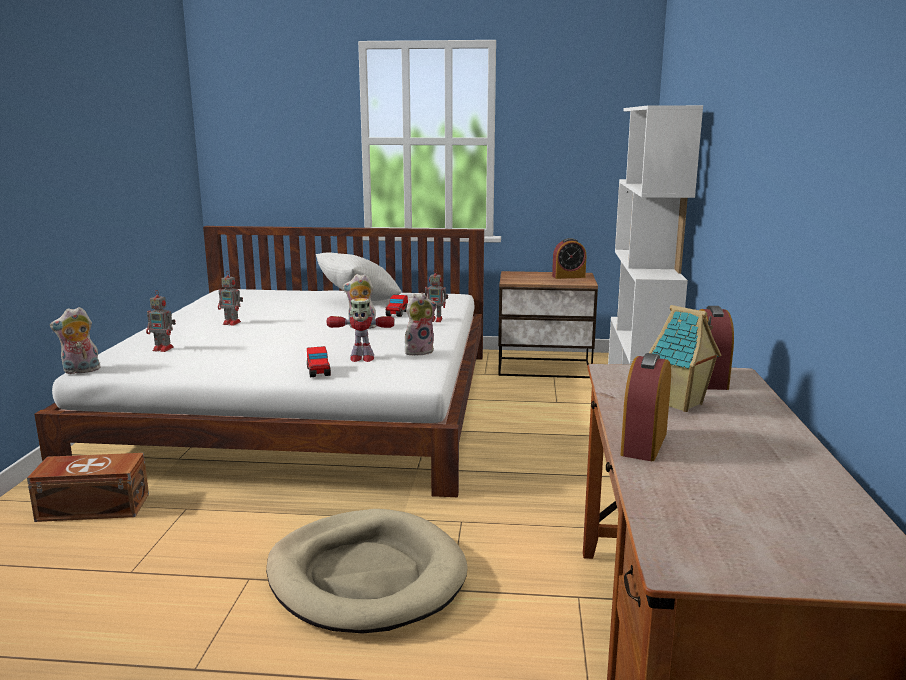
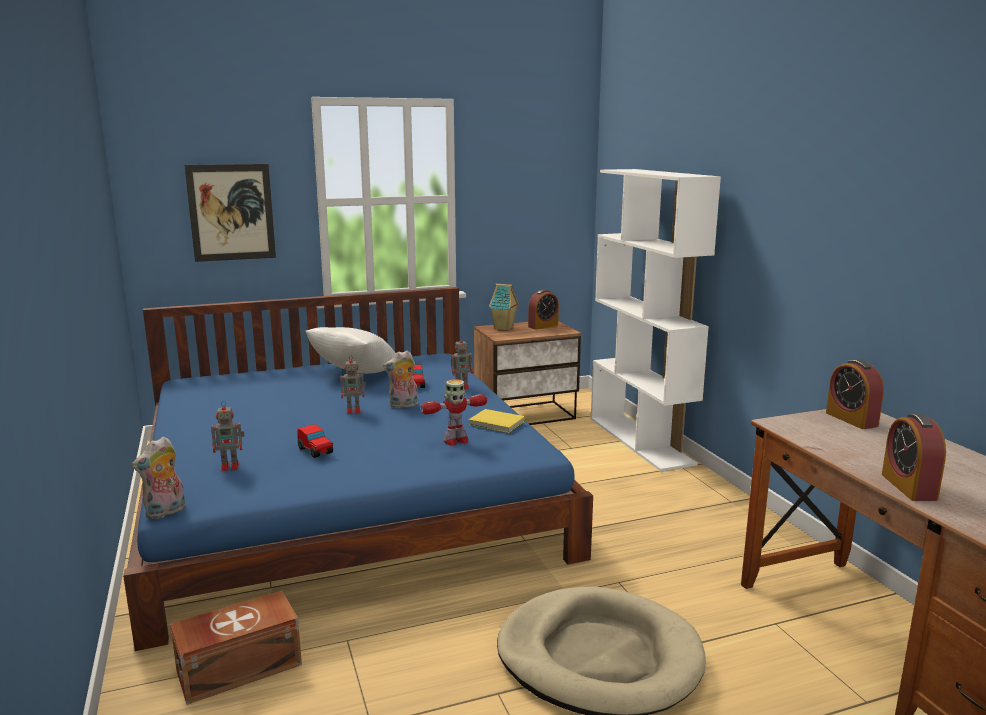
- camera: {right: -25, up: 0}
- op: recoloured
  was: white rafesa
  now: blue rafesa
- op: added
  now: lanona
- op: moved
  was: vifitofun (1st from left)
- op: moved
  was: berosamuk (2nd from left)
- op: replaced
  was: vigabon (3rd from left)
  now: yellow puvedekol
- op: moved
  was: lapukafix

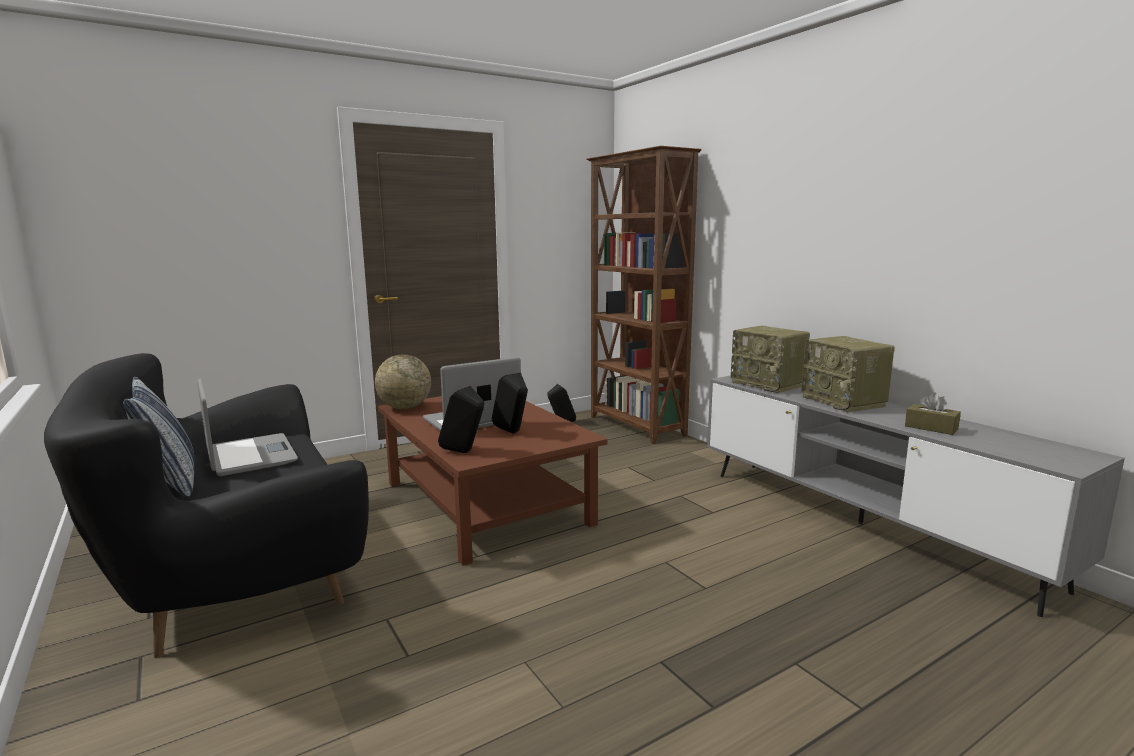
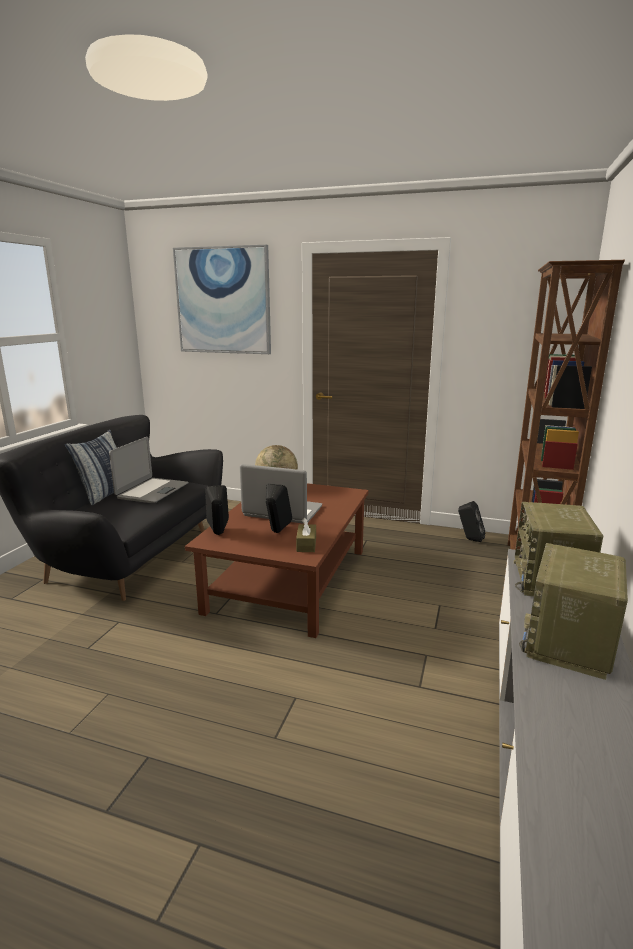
- camera: {right: 50, up: 5}
- op: added
  now: lanona
- op: moved
  was: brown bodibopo

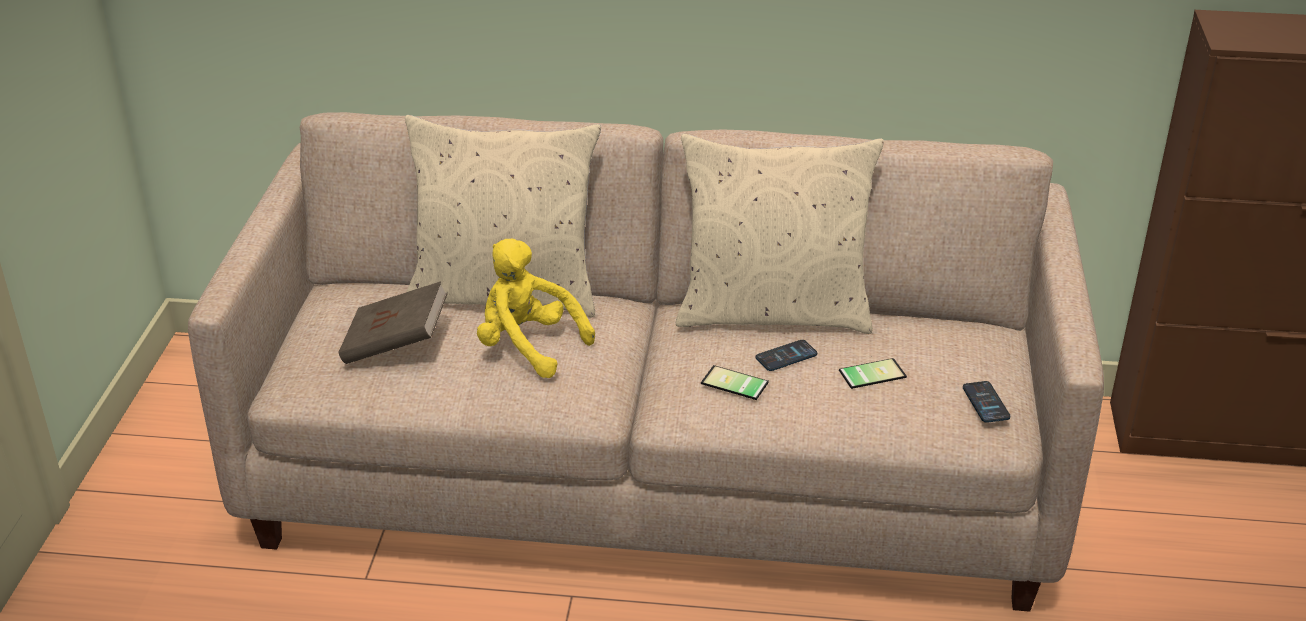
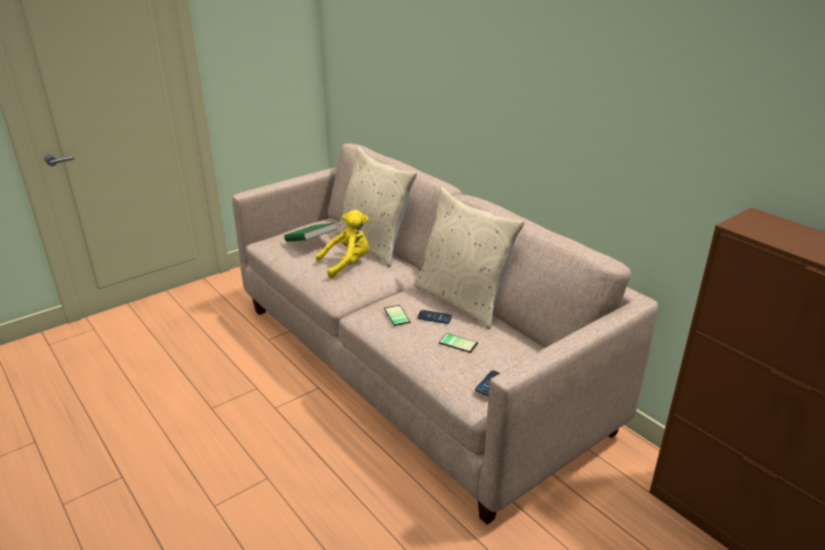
- camera: {right: 45, up: -5}
- op: recoloured
  was: brown puvedekol
  now: green puvedekol
- op: turned
  was: yellow vigabon
  clockwise: 75

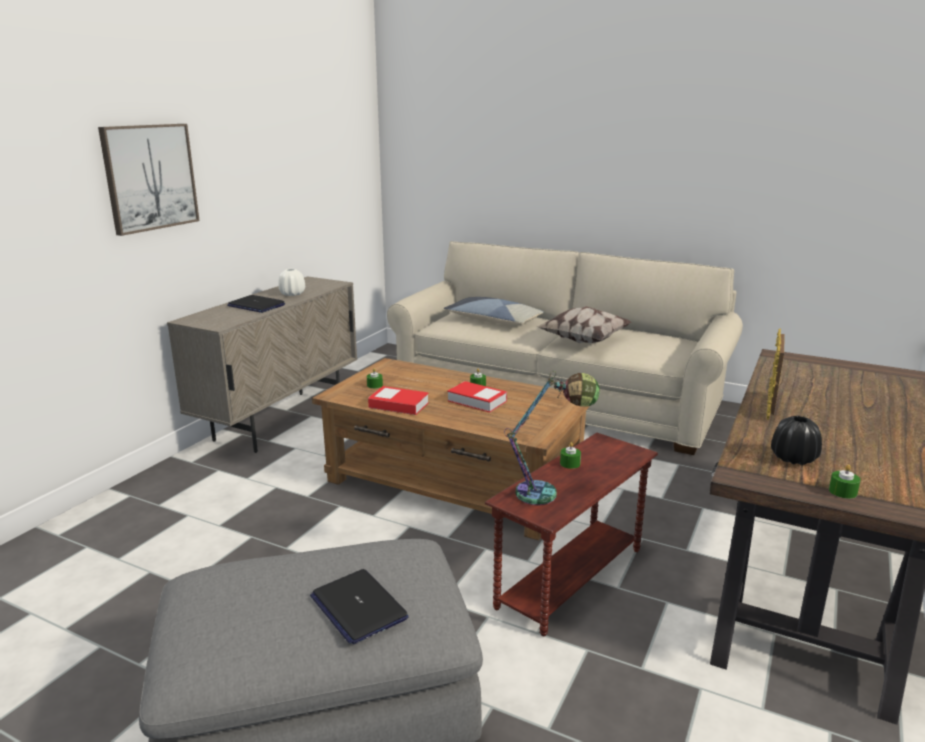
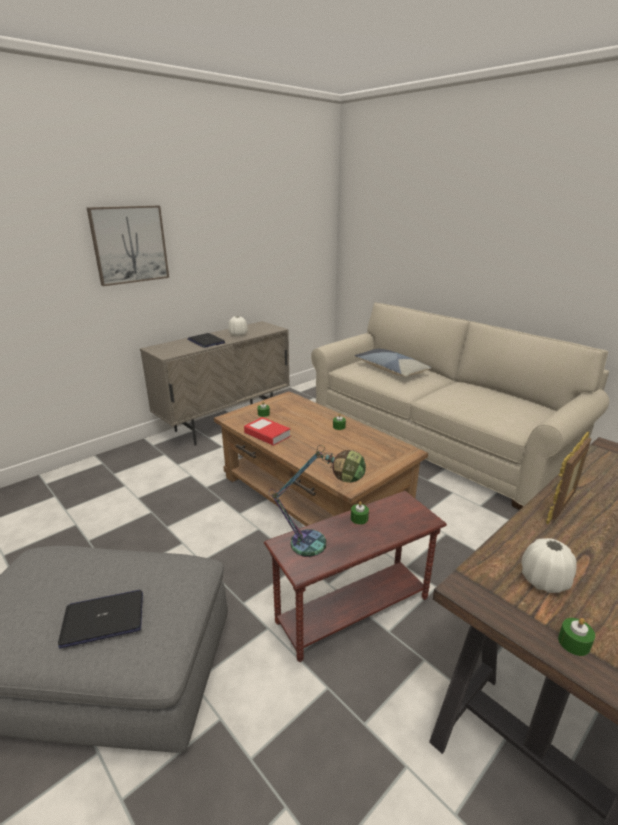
- camera: {right: 20, up: 5}
- op: turned
  was: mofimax (2nd from left in the first image)
  clockwise: 90
- op: recoloured
  was: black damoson
  now: white damoson (2nd from left)
- op: removed
  was: puvedekol (2nd from left)
- op: removed
  was: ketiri (2nd from left)

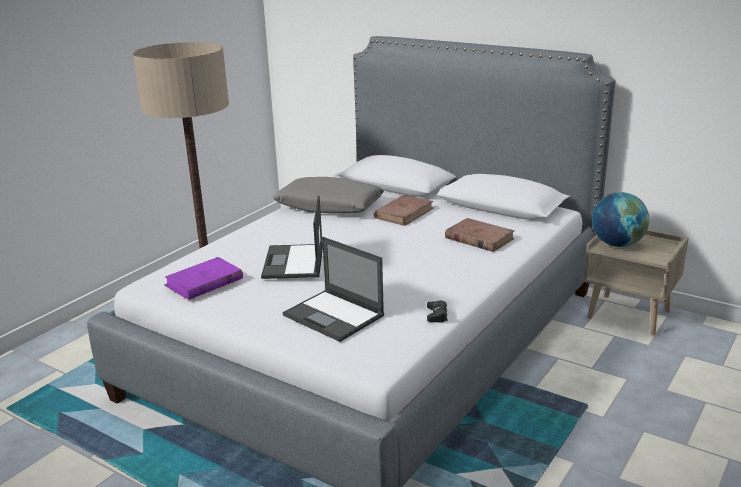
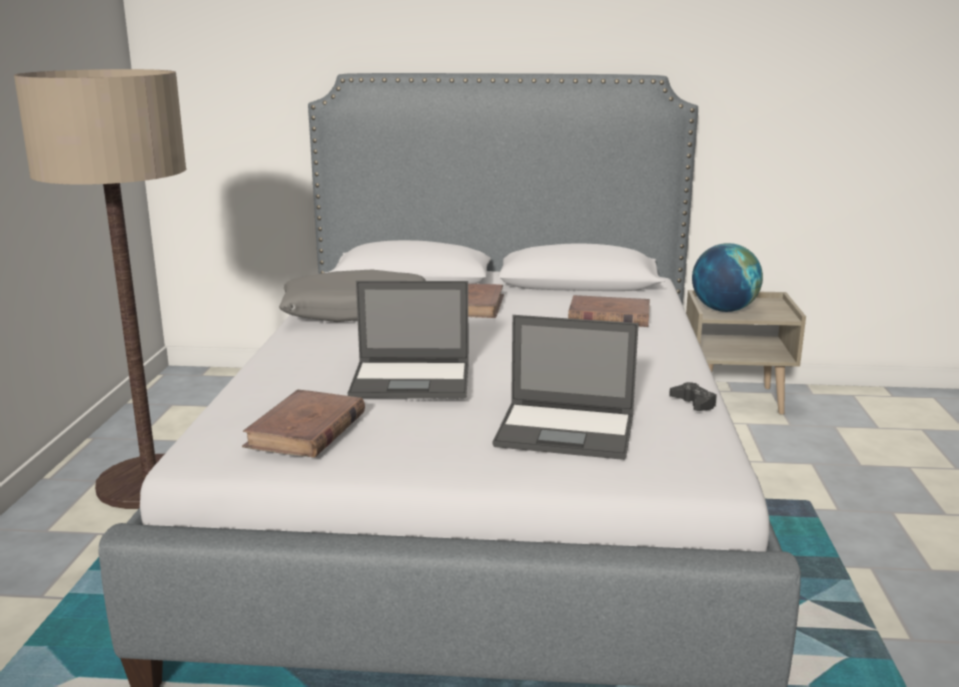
- camera: {right: -30, up: -5}
- op: recoloured
  was: purple puvedekol
  now: brown puvedekol (1st from left)
- op: turned
  was: mofimax (1st from left)
  clockwise: -60

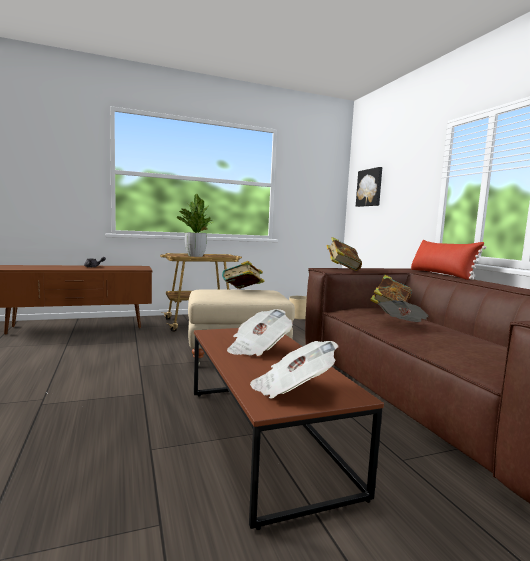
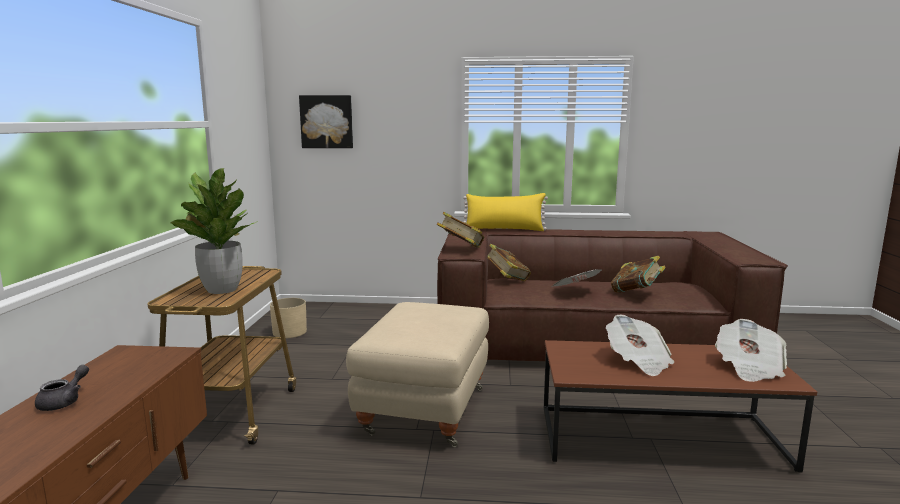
- camera: {right: -65, up: 5}
- op: recoloured
  was: red ketiri
  now: yellow ketiri
- op: moved
  was: puvedekol (1st from left in the first image)
  now: puvedekol (3rd from left)

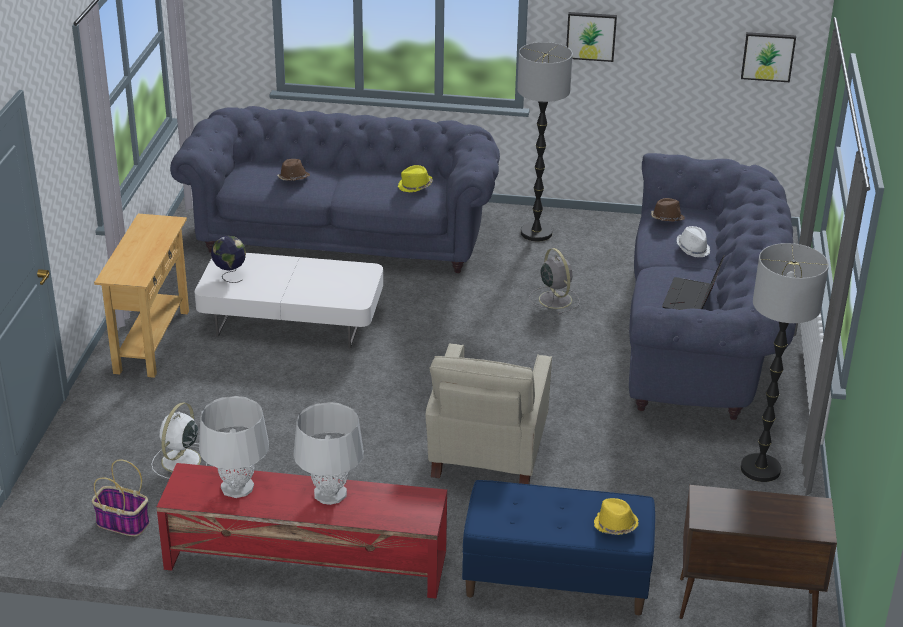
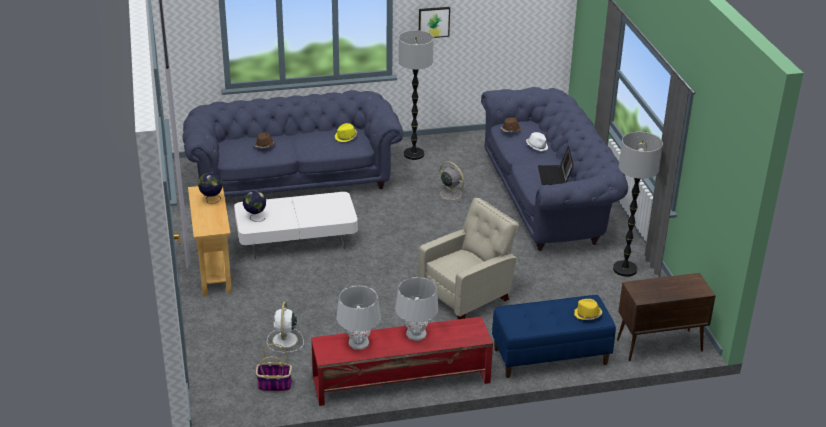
- camera: {right: -20, up: 0}
- op: added
  now: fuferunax (1st from left)
- op: turned
  was: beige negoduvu
  clockwise: -120
- op: removed
  was: lanona (2nd from left)

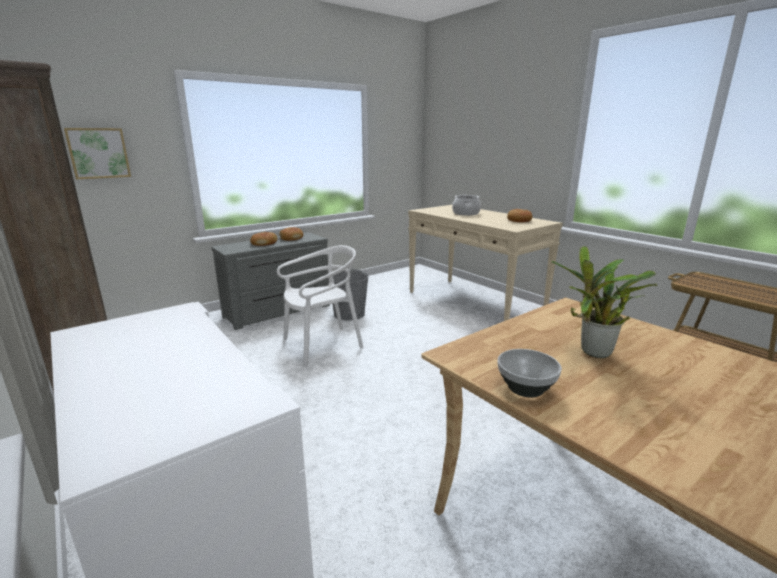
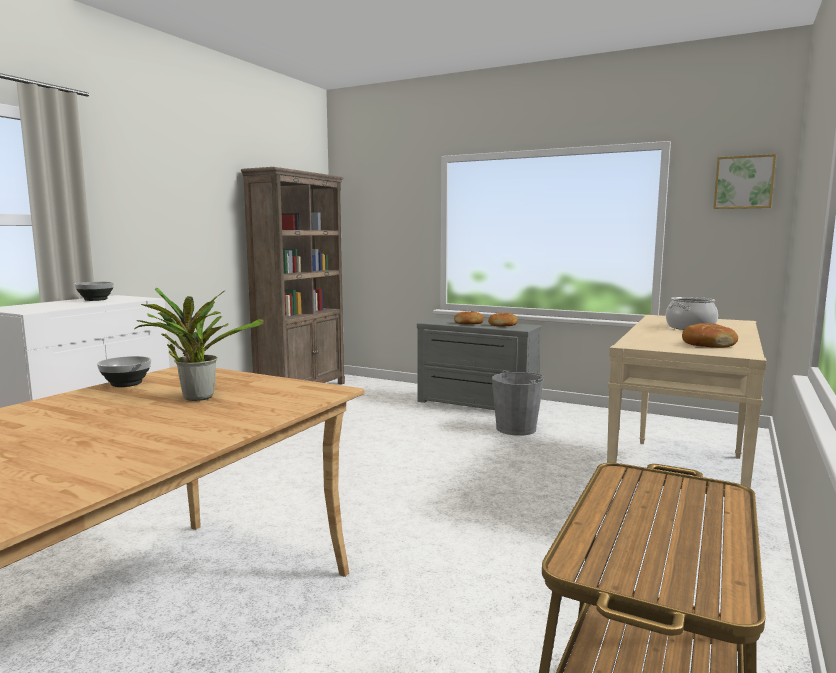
- camera: {right: 65, up: -10}
- op: added
  now: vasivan (1st from left)
- op: moved
  was: lanona
- op: removed
  was: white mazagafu

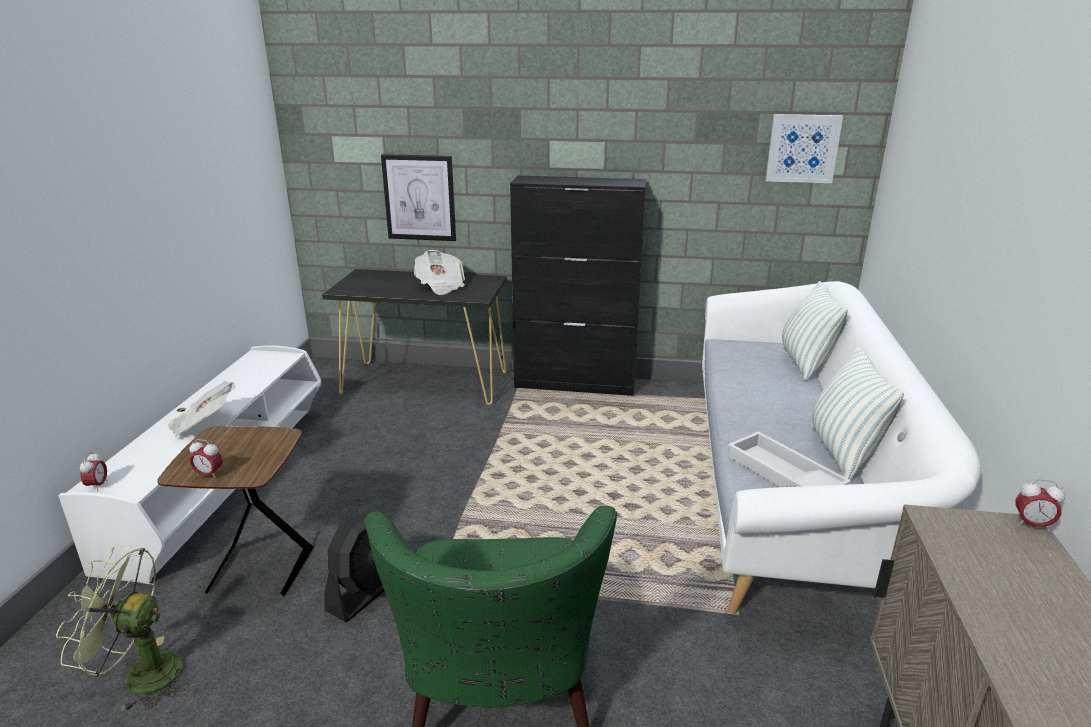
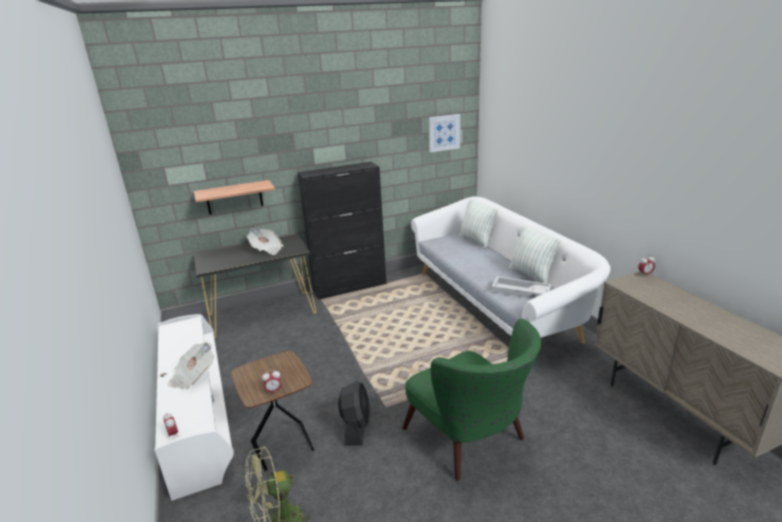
- camera: {right: -30, up: 0}
- op: replaced
  was: lanona (1st from left)
  now: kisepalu

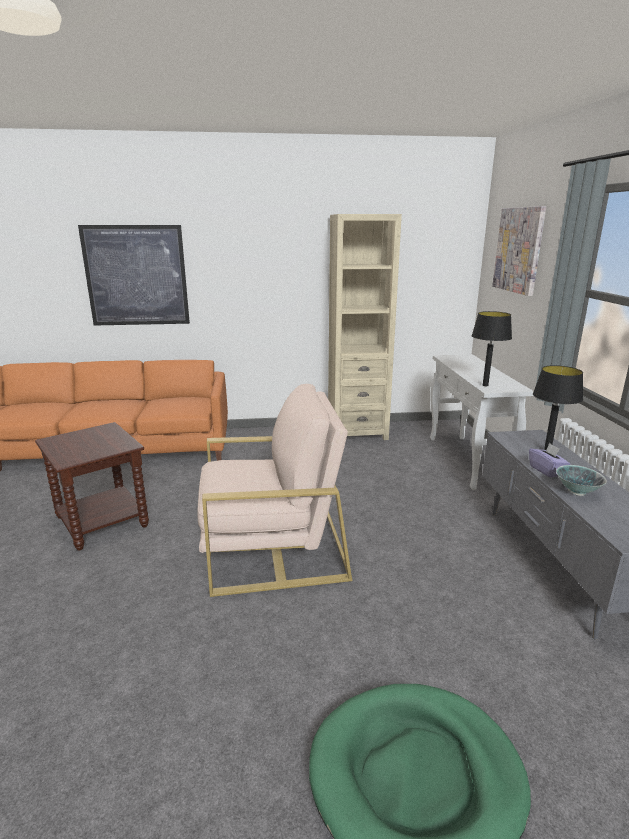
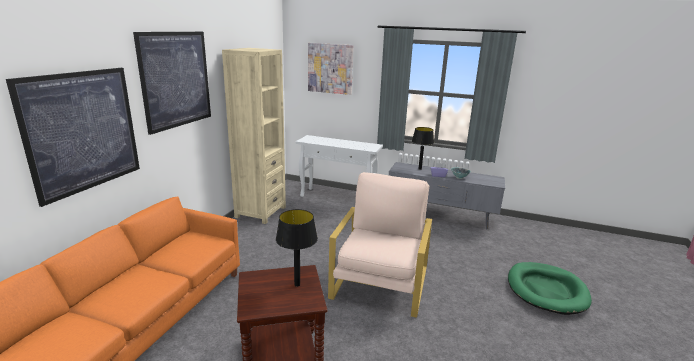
- camera: {right: -65, up: 0}
- op: added
  now: lanona (2nd from left)
- op: moved
  was: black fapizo (1st from left)

